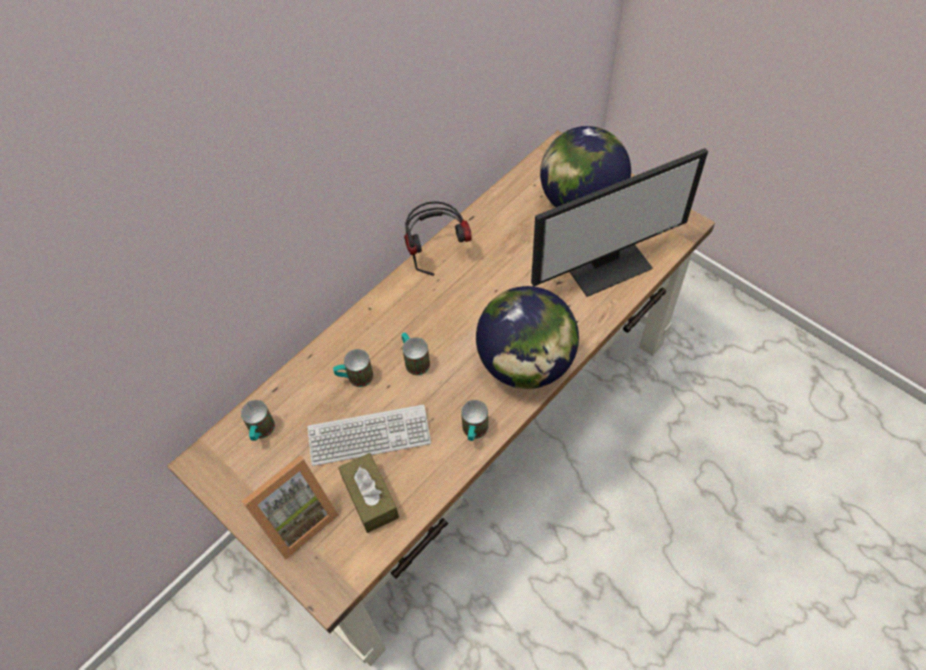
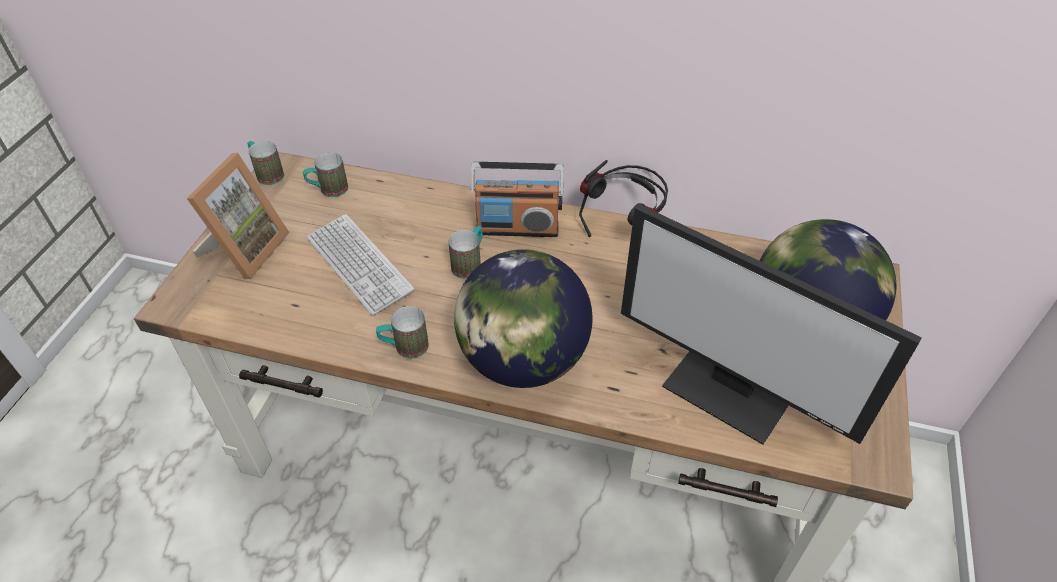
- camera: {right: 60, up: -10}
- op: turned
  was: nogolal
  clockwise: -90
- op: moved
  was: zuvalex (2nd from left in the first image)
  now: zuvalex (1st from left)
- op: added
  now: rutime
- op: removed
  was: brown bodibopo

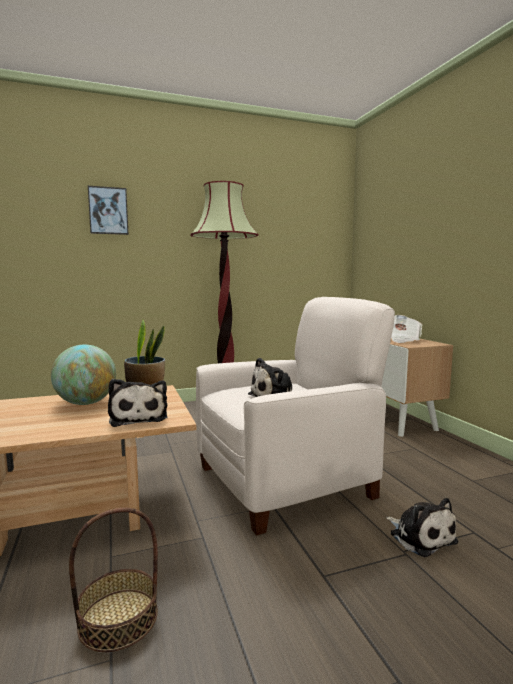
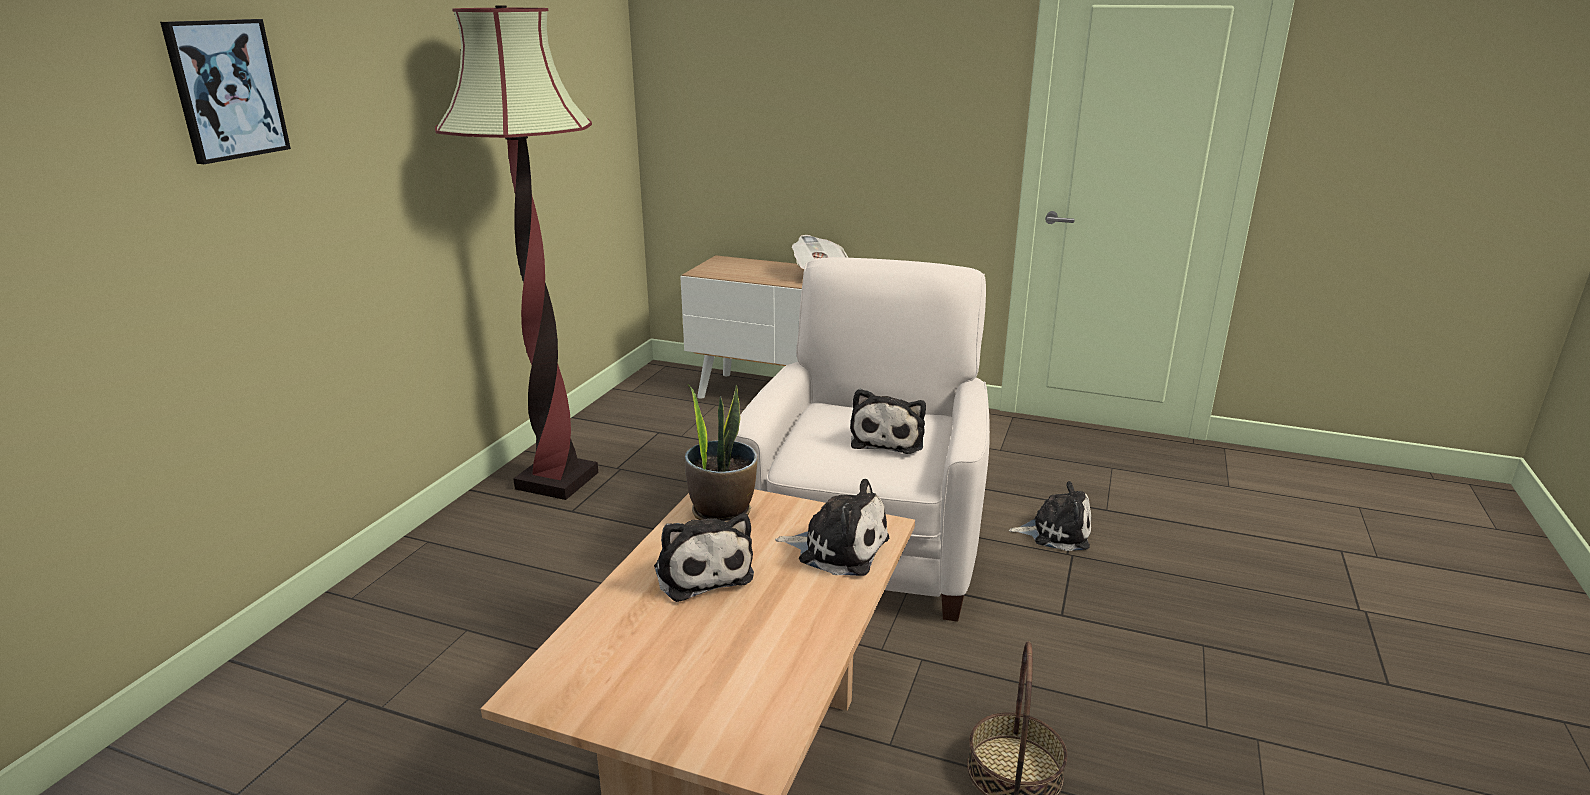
- camera: {right: -50, up: 15}
- op: replaced
  was: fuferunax
  now: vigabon (1st from left)

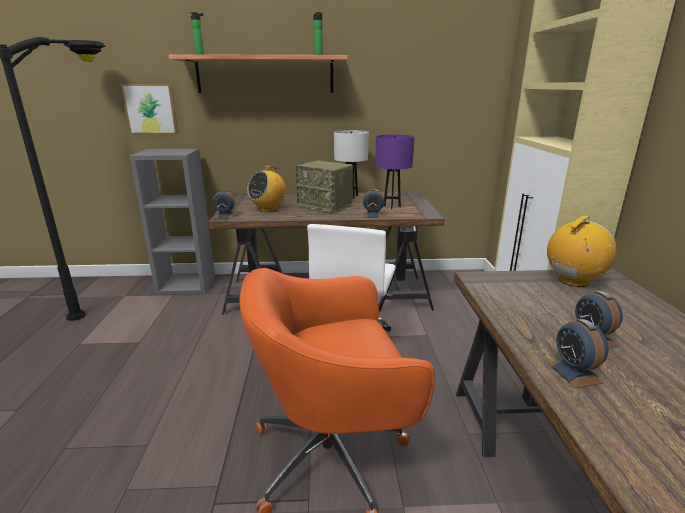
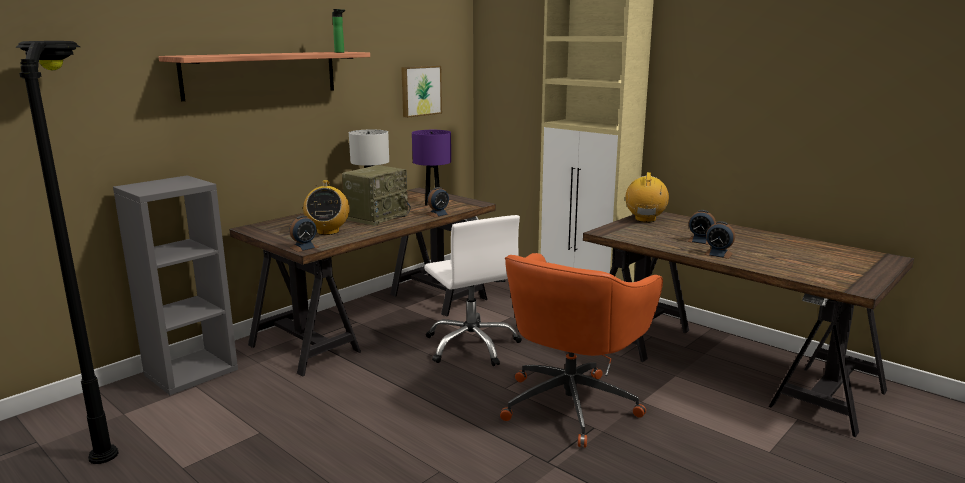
- camera: {right: -45, up: -5}
- op: turned
  was: rutime (2nd from left)
  clockwise: -45
- op: moved
  was: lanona
- op: removed
  was: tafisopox (1st from left)

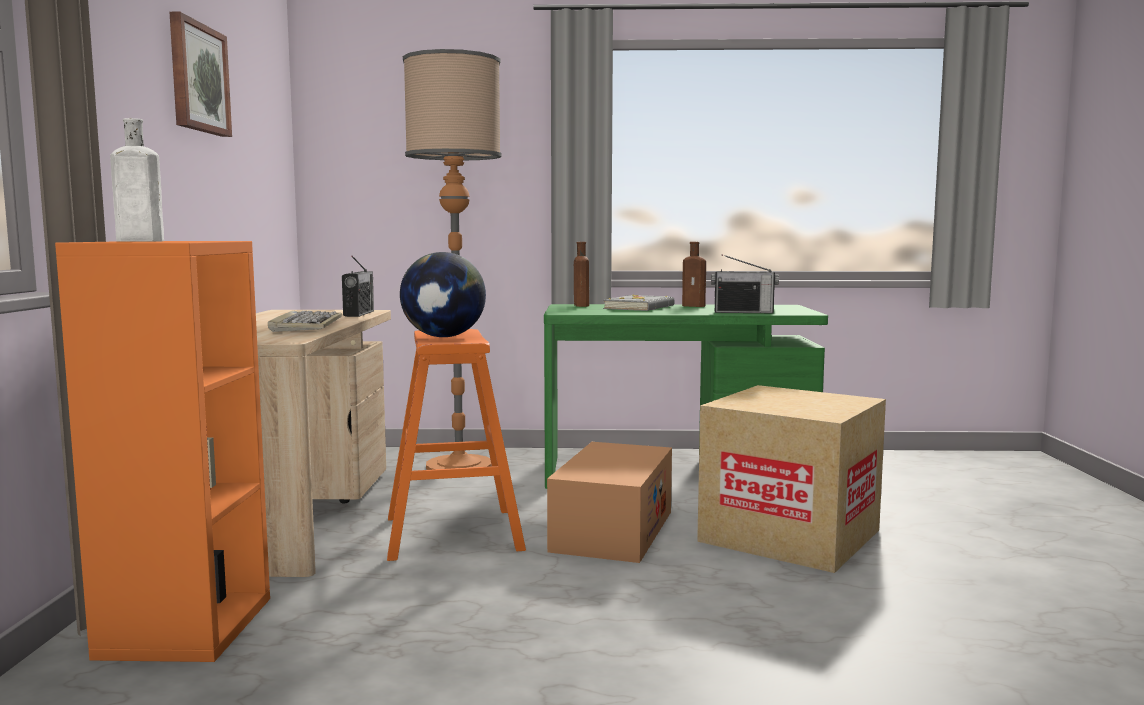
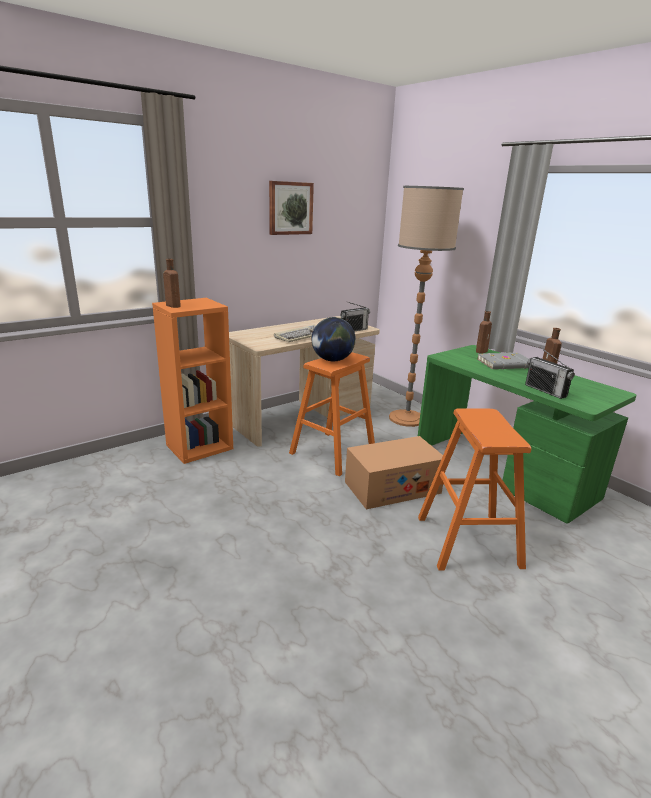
- camera: {right: 50, up: 15}
- op: recoloured
  was: white tafisopox
  now: brown tafisopox (1st from left)
- op: replaced
  was: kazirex (2nd from left)
  now: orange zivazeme (2nd from left)

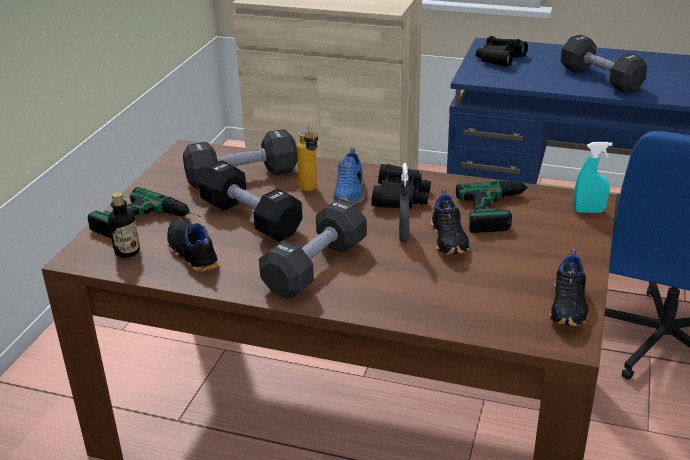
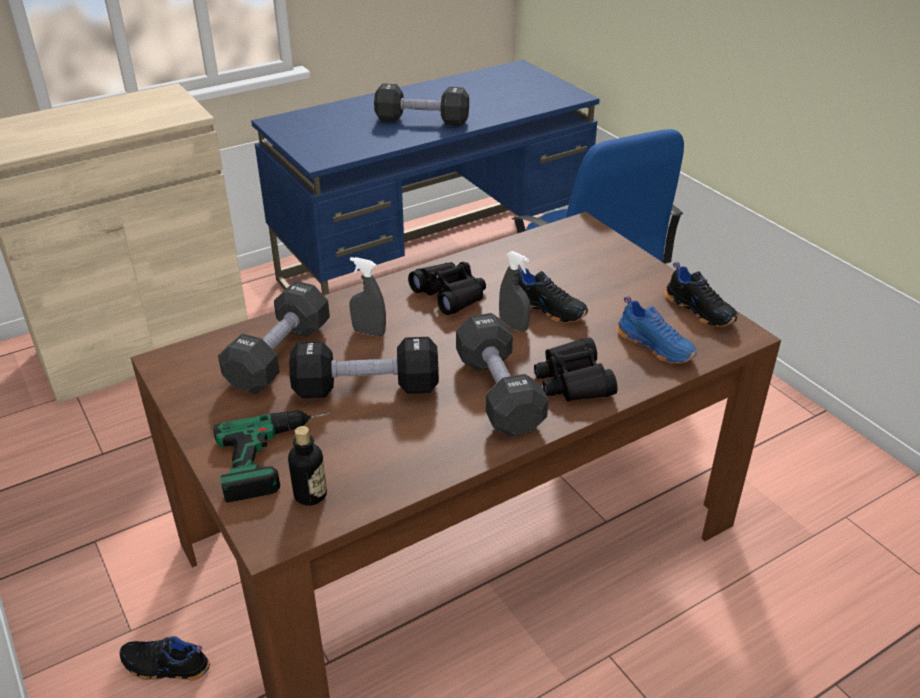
- camera: {right: -50, up: 5}
- op: moved
  was: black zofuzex (1st from left)
- op: replaced
  was: tafisopox (2nd from left)
  now: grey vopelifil (1st from left)
- op: moved
  was: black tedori (2nd from left)
- op: moved
  was: blue zofuzex
- op: removed
  was: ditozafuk (2nd from left)
- op: removed
  was: turquoise vopelifil

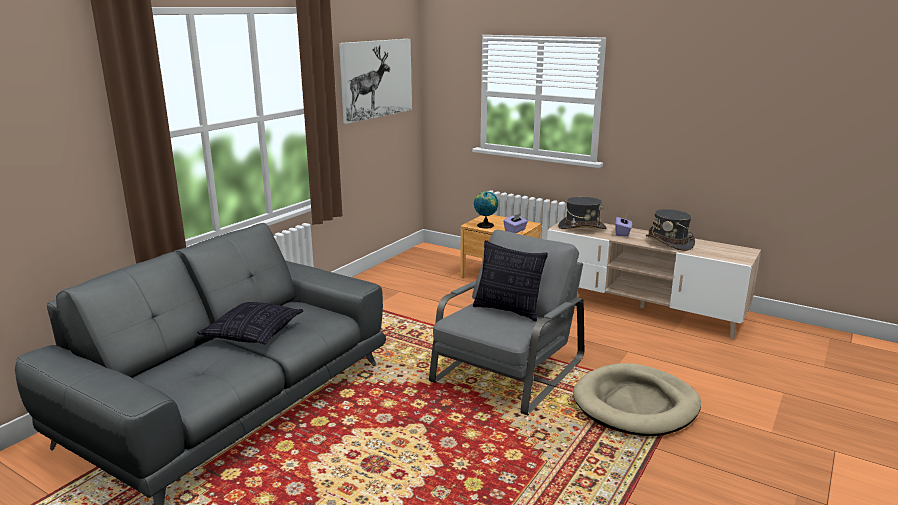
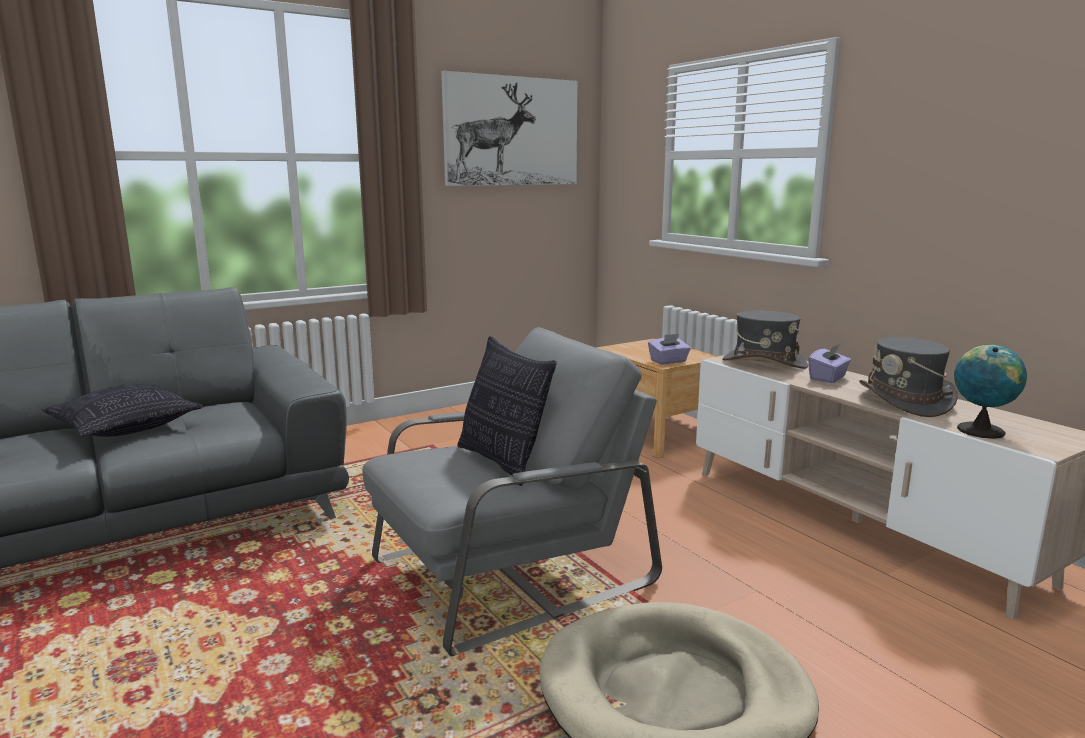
- camera: {right: 25, up: -5}
- op: moved
  was: fuferunax

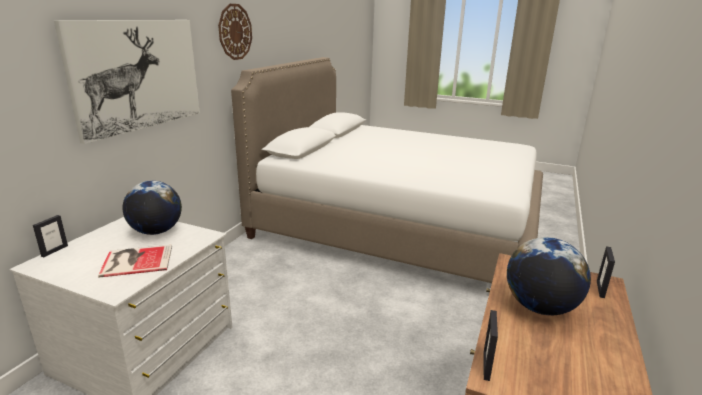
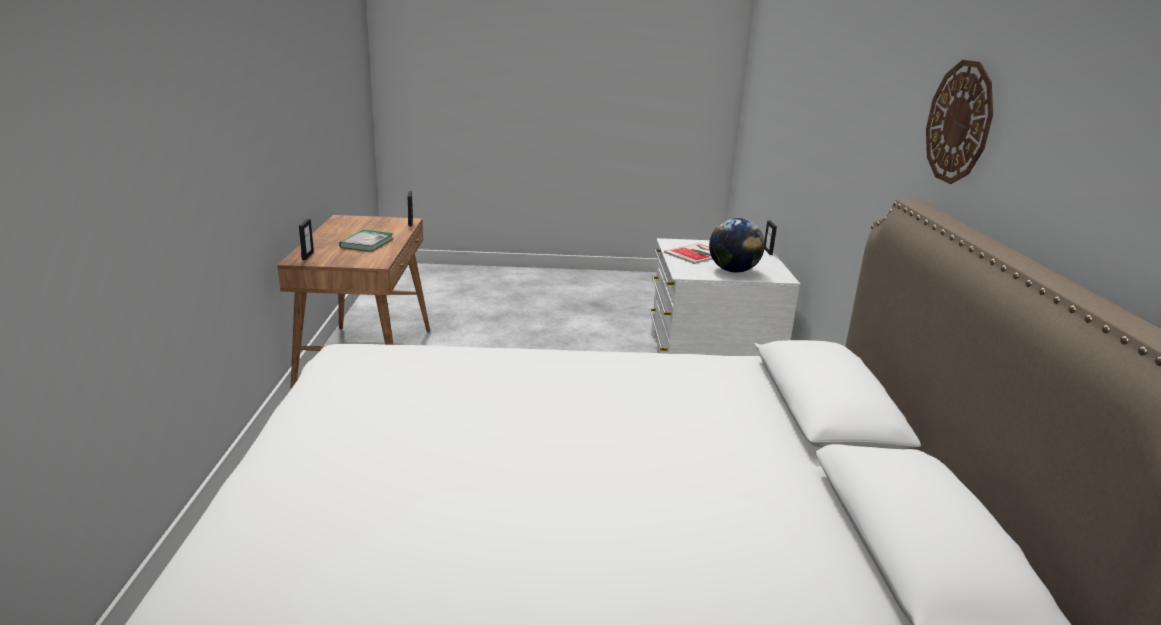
- camera: {right: 155, up: 0}
- op: replaced
  was: fuferunax (2nd from left)
  now: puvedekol (1st from left)
- op: removed
  was: lanona

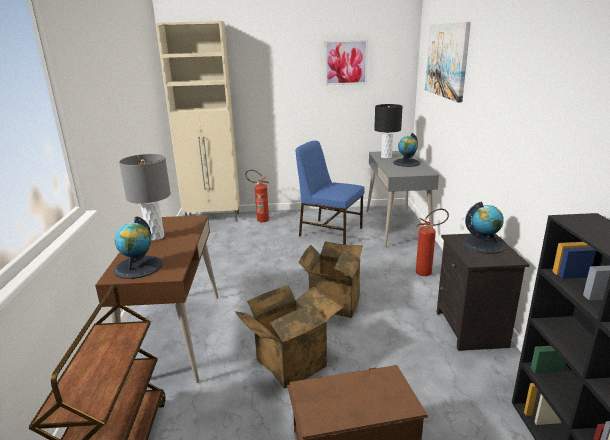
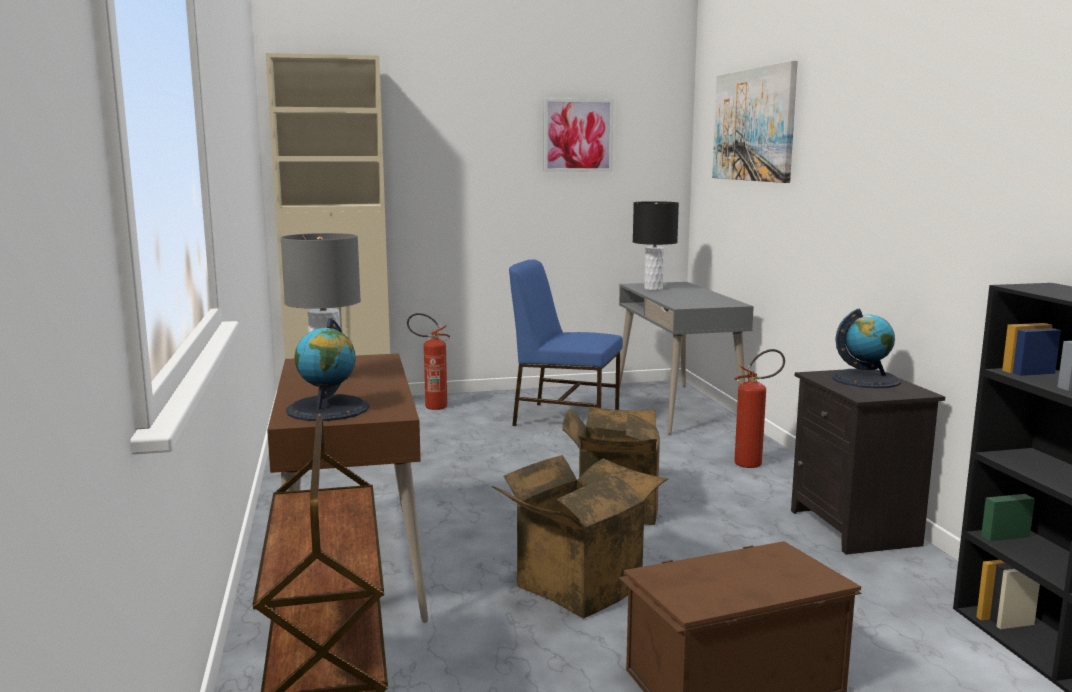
- camera: {right: -10, up: -10}
- op: removed
  was: fuferunax (2nd from left)

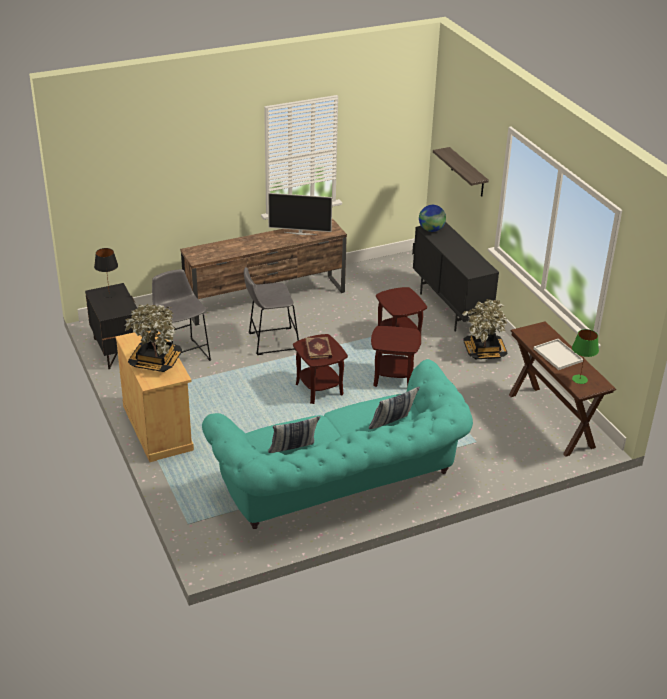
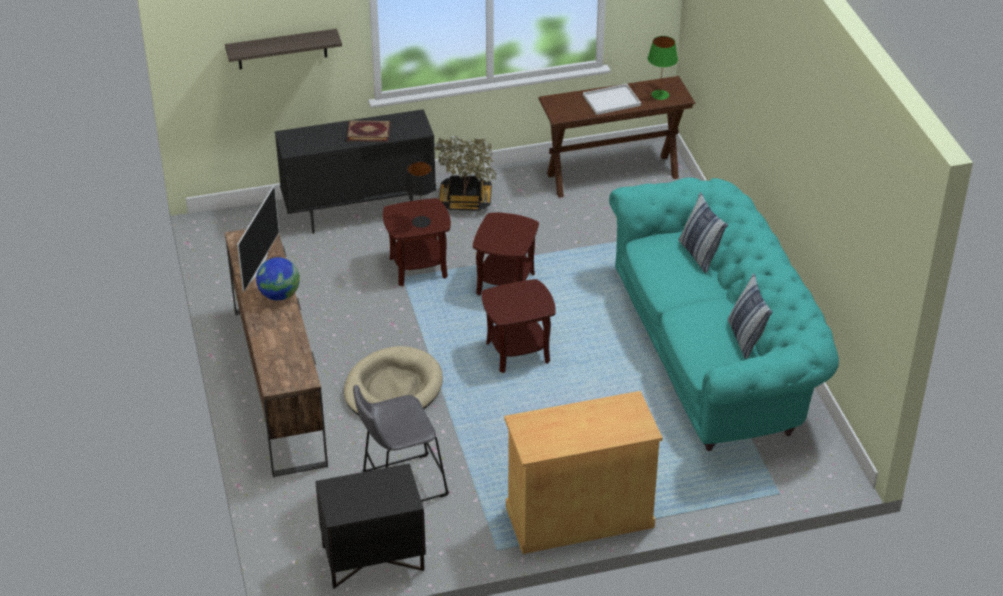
- camera: {right: -80, up: 5}
- op: moved
  was: fuferunax
- op: replaced
  was: grey zivazeme (2nd from left)
  now: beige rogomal
- op: moved
  was: puvedekol
- op: moved
  was: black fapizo
- op: removed
  was: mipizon (1st from left)

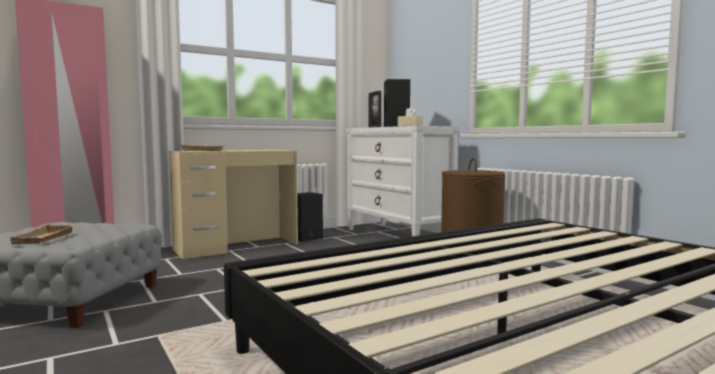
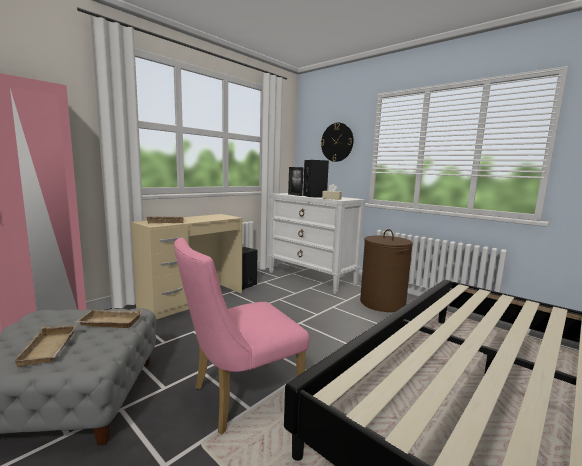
- camera: {right: -15, up: 5}
- op: added
  now: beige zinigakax (2nd from left)
- op: added
  now: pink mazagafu
- op: added
  now: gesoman

